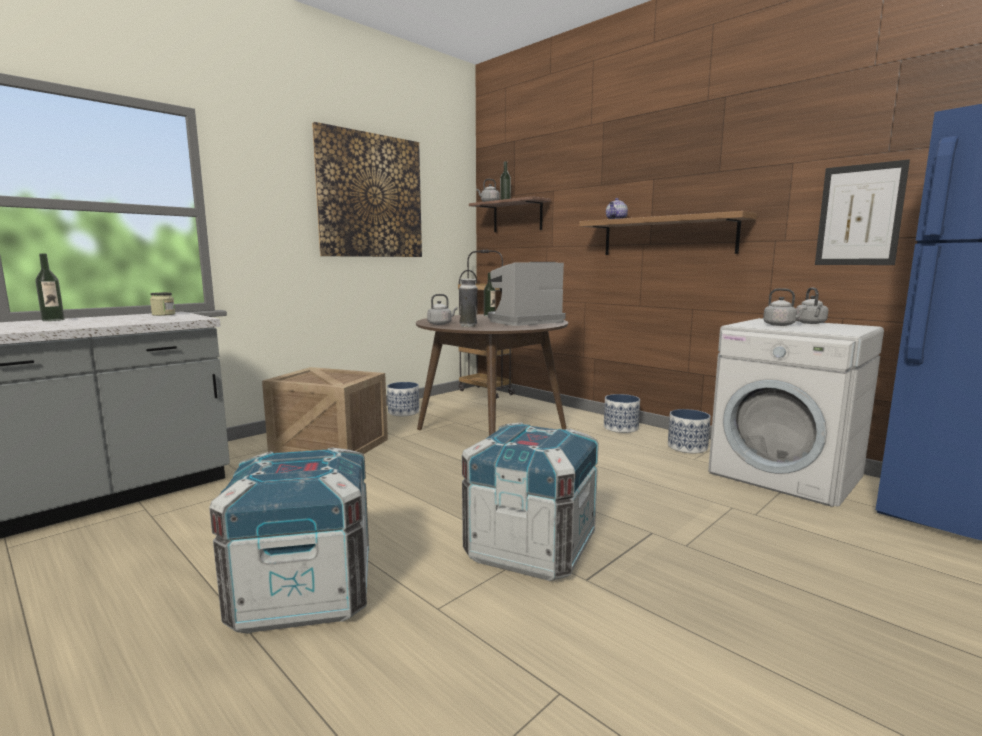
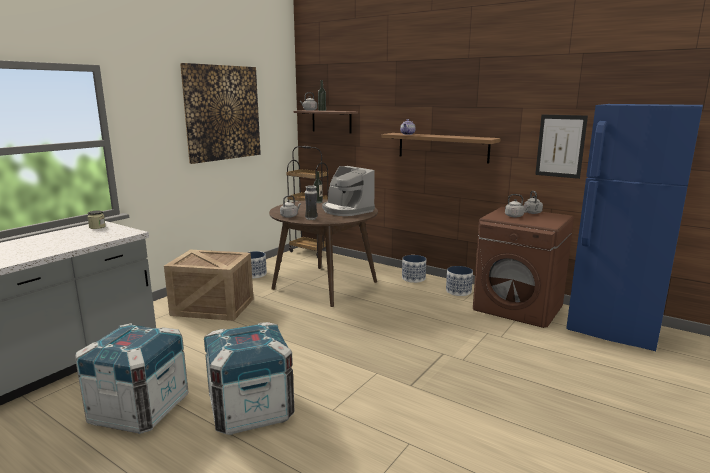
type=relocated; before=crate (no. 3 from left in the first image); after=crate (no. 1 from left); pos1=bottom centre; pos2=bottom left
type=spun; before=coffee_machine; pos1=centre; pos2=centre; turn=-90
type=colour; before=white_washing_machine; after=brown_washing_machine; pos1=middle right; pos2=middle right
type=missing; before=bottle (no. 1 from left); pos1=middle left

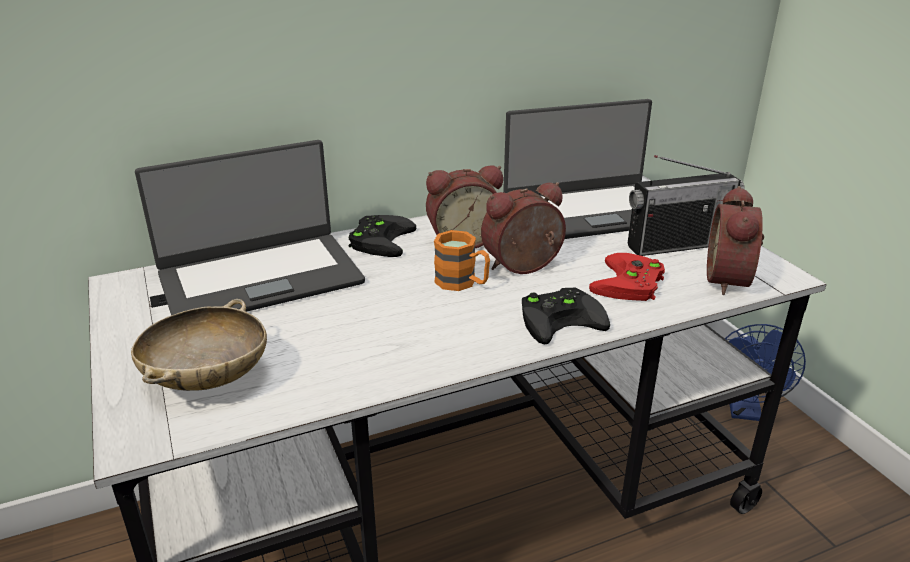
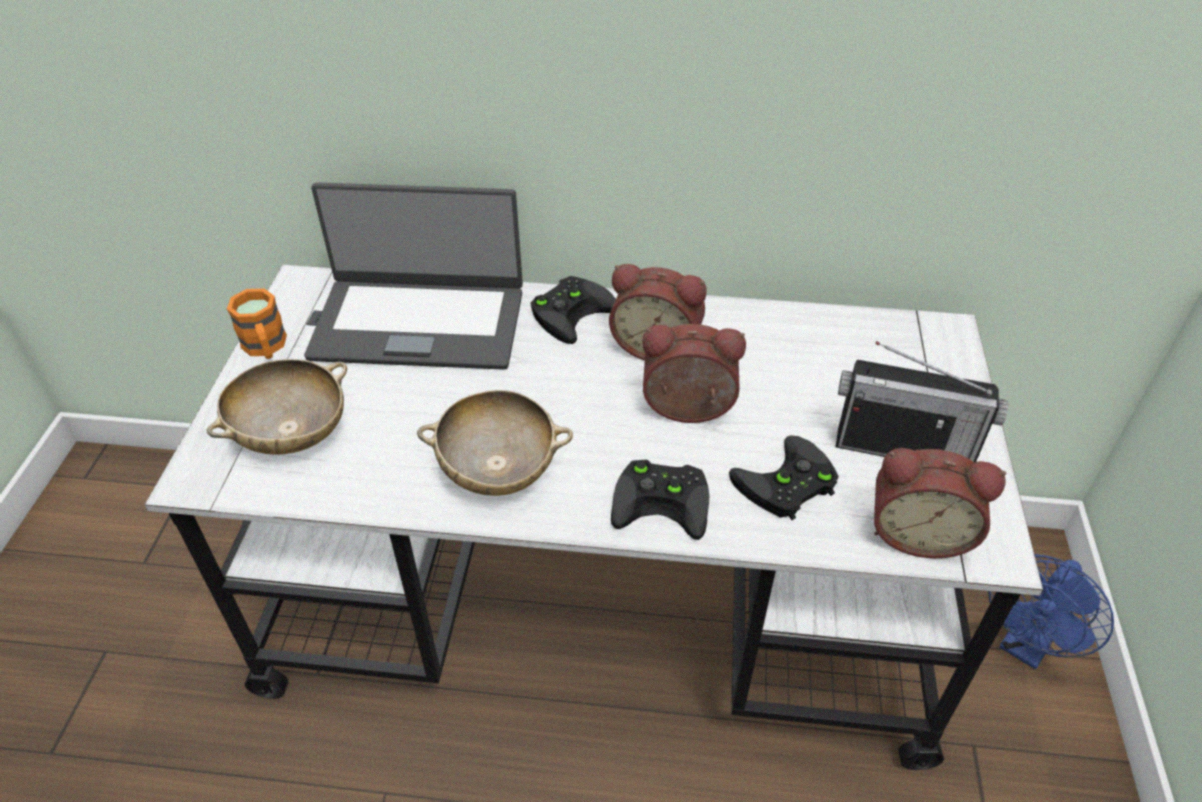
type=relocated; before=orange_mug; pos1=centre; pos2=middle left
type=appeared; after=beige_bowl (no. 2 from left); pos2=centre
type=colour; before=red_game_controller; after=black_game_controller (no. 3 from left); pos1=middle right; pos2=centre
type=spun; before=alarm_clock (no. 3 from left); pos1=middle right; pos2=middle right; turn=-120
type=missing; before=laptop (no. 2 from left); pos1=top centre

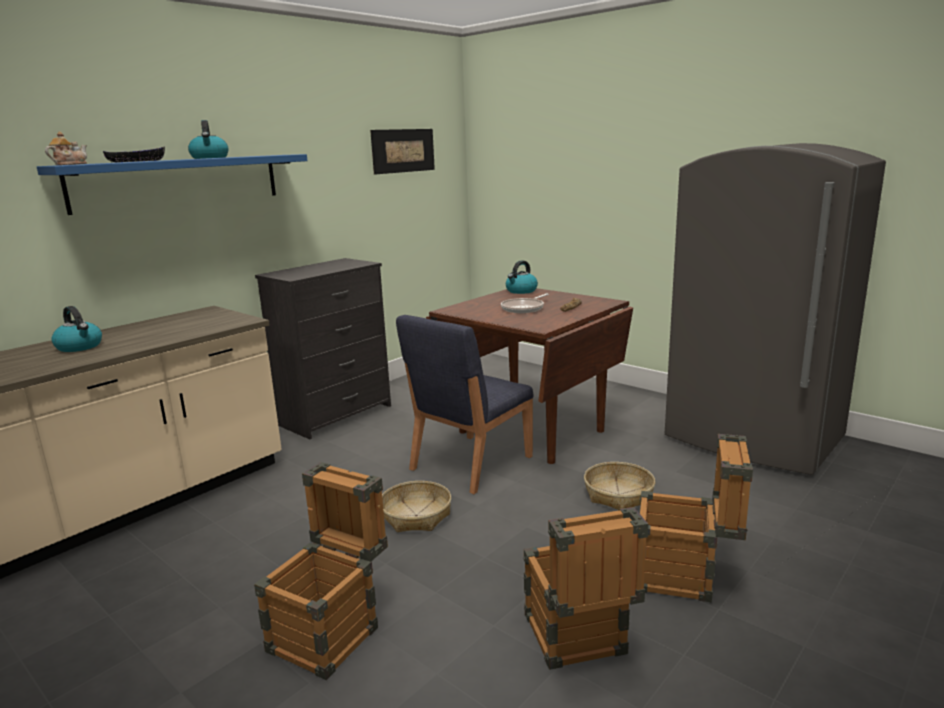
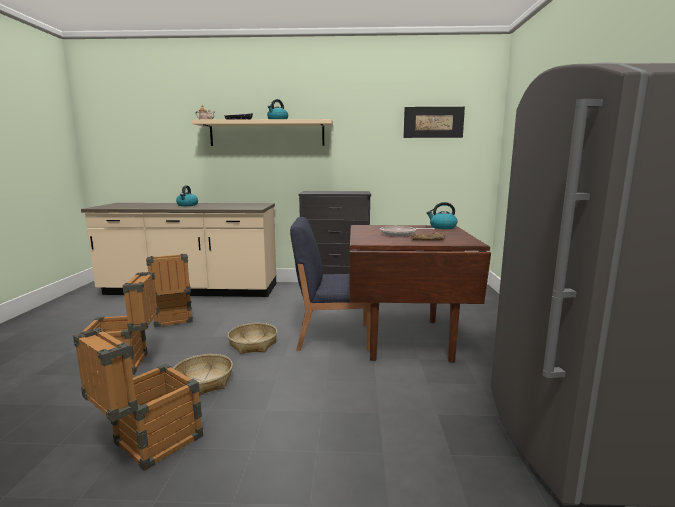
type=relocated; before=crate (no. 3 from left); pos1=bottom right; pos2=middle left
type=relocated; before=basket (no. 2 from left in the first image); after=basket (no. 1 from left); pos1=bottom centre; pos2=bottom left
type=colour; before=blue_shelf; after=beige_shelf; pos1=top left; pos2=top centre

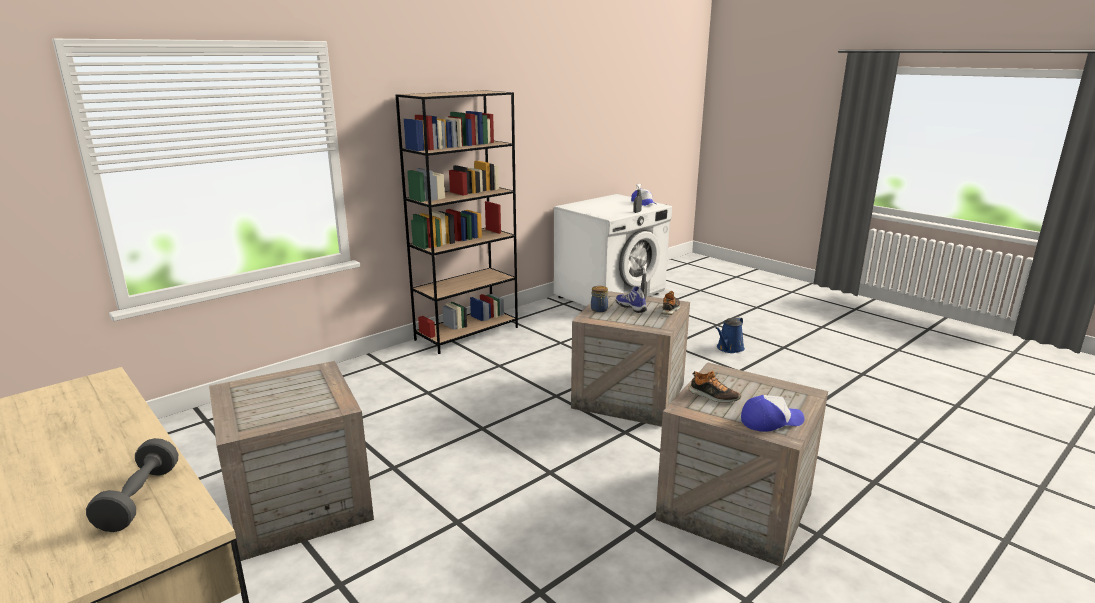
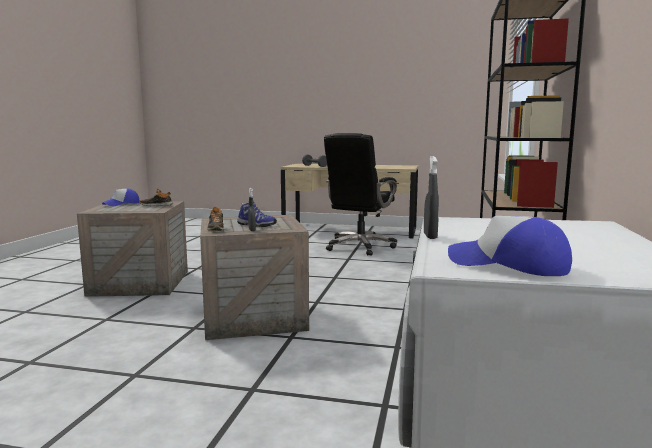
type=exchanged; before=crate (no. 1 from left); after=black_office_chair; pos1=bottom left; pos2=centre
type=missing; before=jar; pos1=centre
type=missing; before=blue_watering_can; pos1=middle right

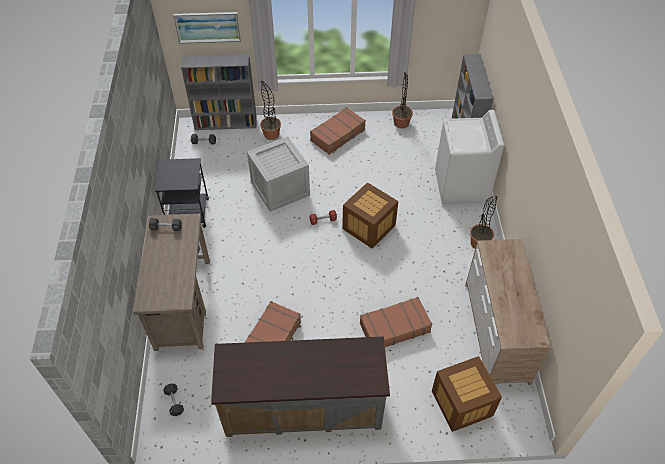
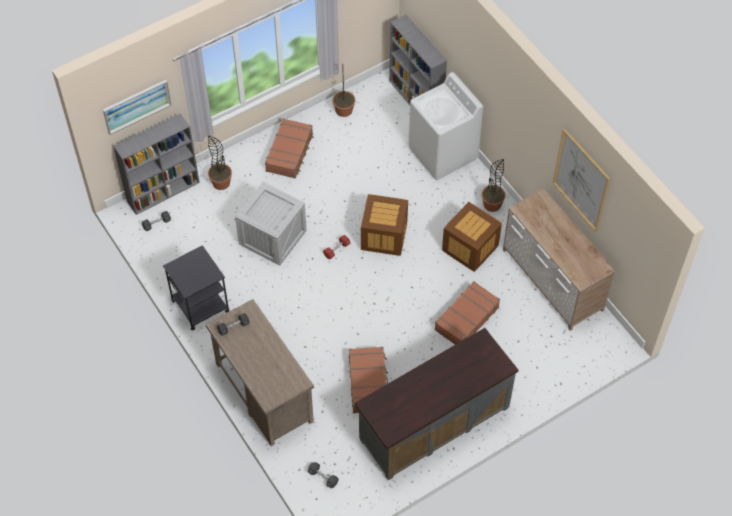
type=relocated; before=crate (no. 3 from left); pos1=bottom right; pos2=centre
type=appeared; after=picture (no. 2 from left); pos2=middle right

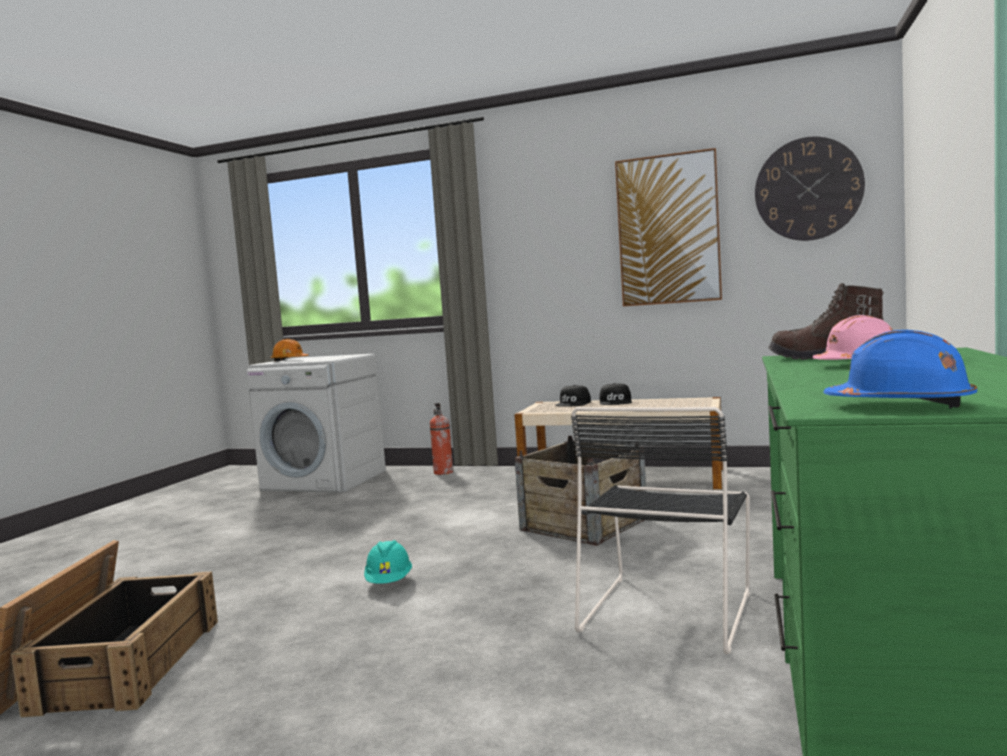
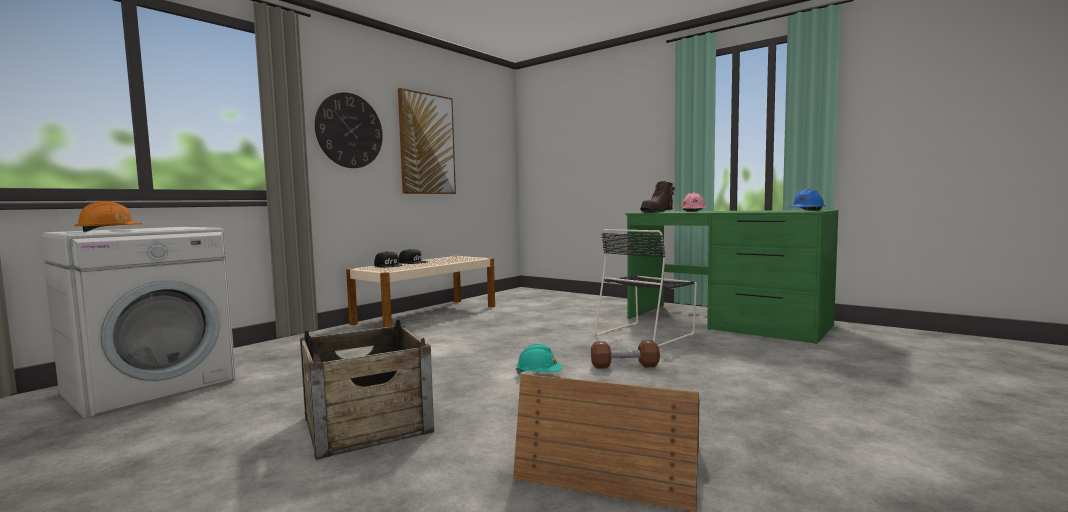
type=relocated; before=crate (no. 2 from left in the first image); after=crate (no. 1 from left); pos1=centre; pos2=bottom centre
type=relocated; before=wall_clock; pos1=top right; pos2=top left
type=appeared; after=brown_dumbbell; pos2=bottom centre
type=spun; before=black_chair; pos1=bottom centre; pos2=centre; turn=90
type=missing; before=fire_extinguisher; pos1=centre

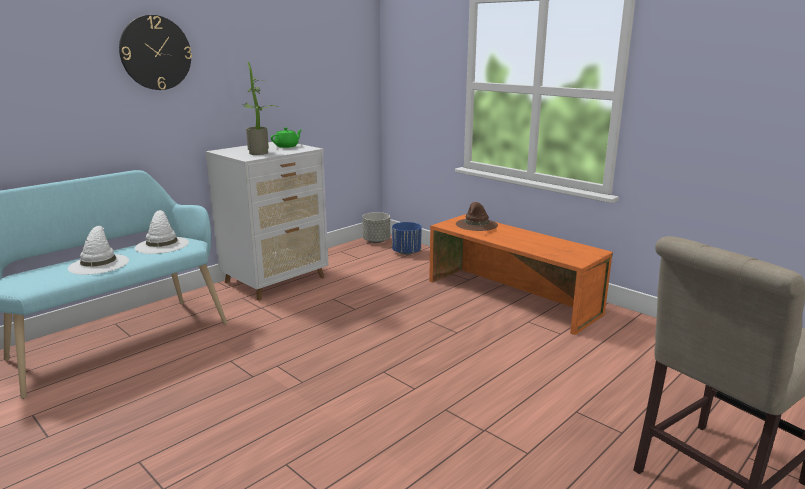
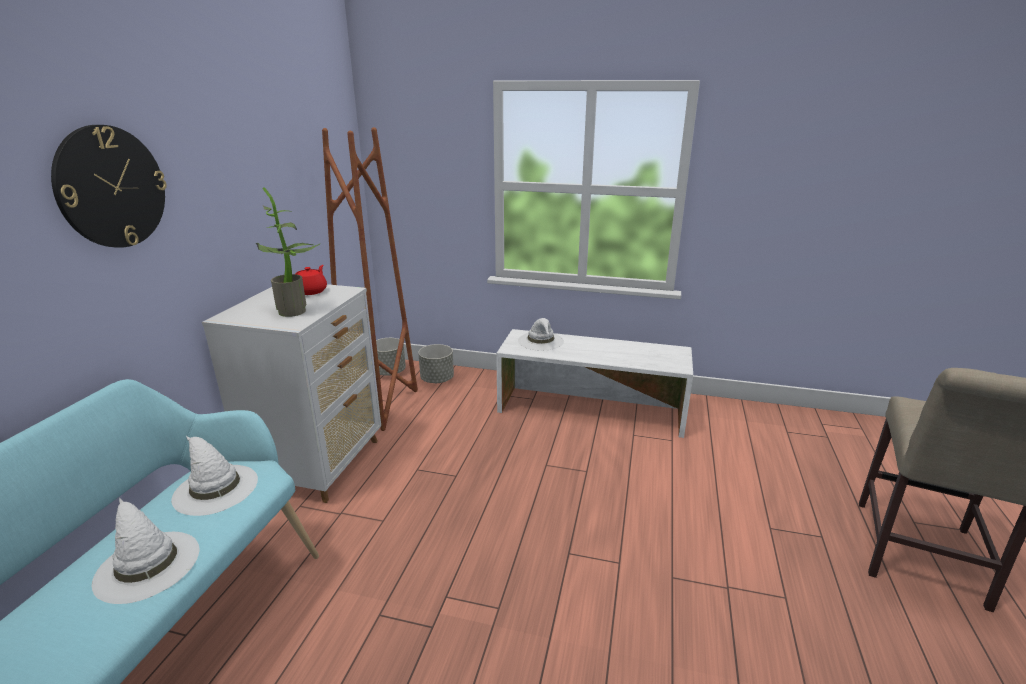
type=colour; before=green_teapot; after=red_teapot; pos1=top centre; pos2=middle left
type=appeared; after=brown_clothes_rack; pos2=centre
type=colour; before=blue_planter; after=grey_planter (no. 2 from left); pos1=centre; pos2=centre
type=colour; before=orange_bench; after=white_bench; pos1=centre; pos2=centre
type=colour; before=brown_hat; after=white_hat (no. 3 from left); pos1=centre; pos2=centre

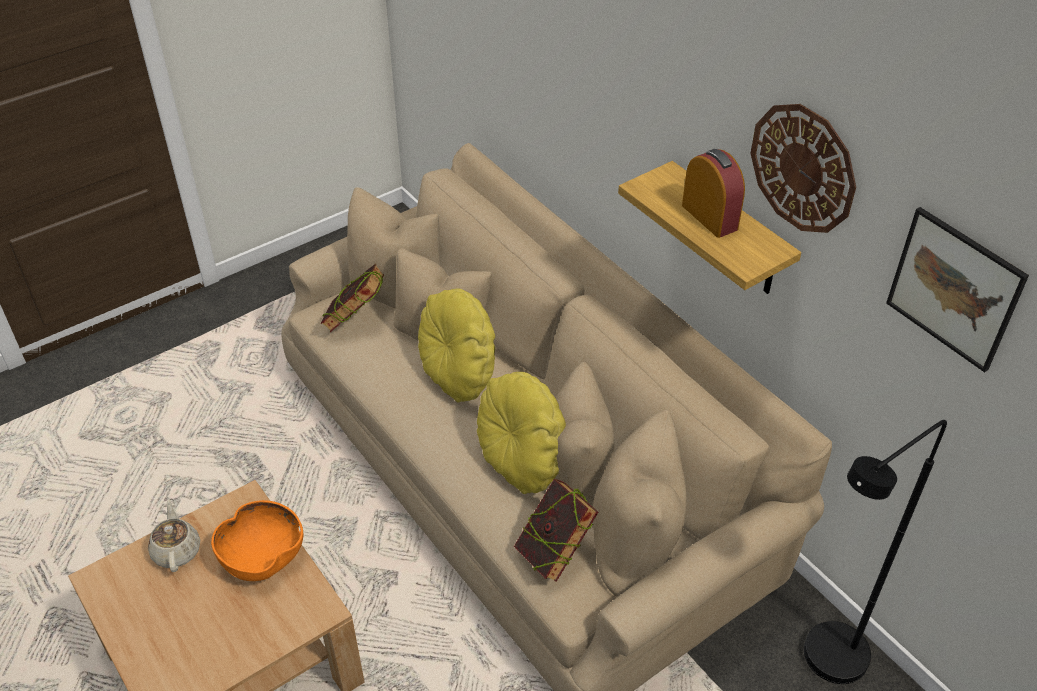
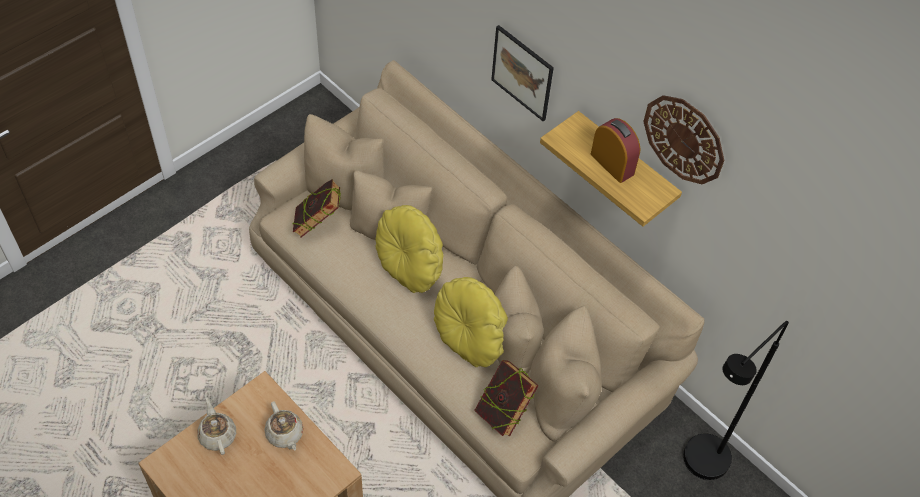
type=exchanged; before=orange_bowl; after=beige_teapot (no. 2 from left); pos1=bottom left; pos2=bottom left
type=relocated; before=picture; pos1=middle right; pos2=top centre

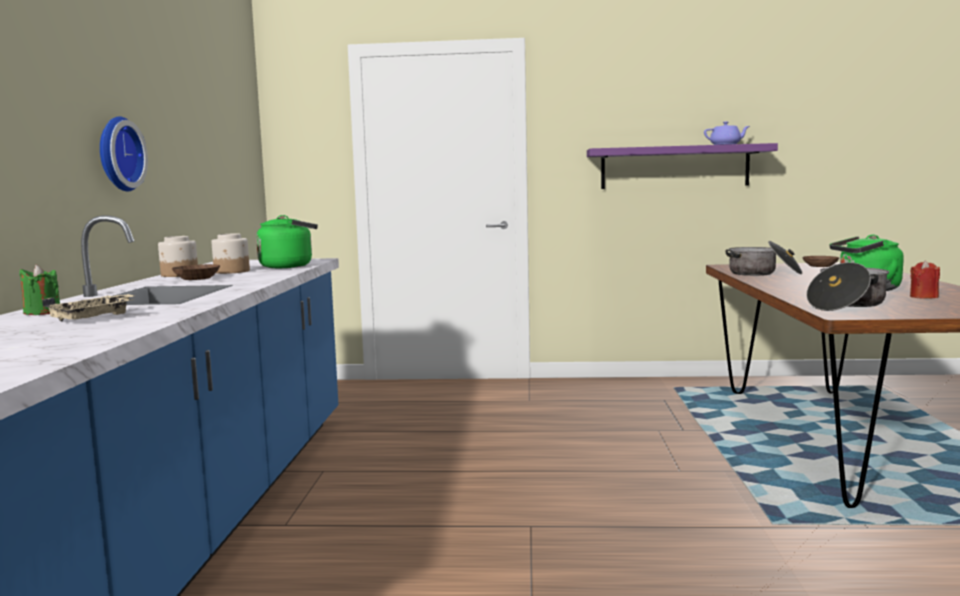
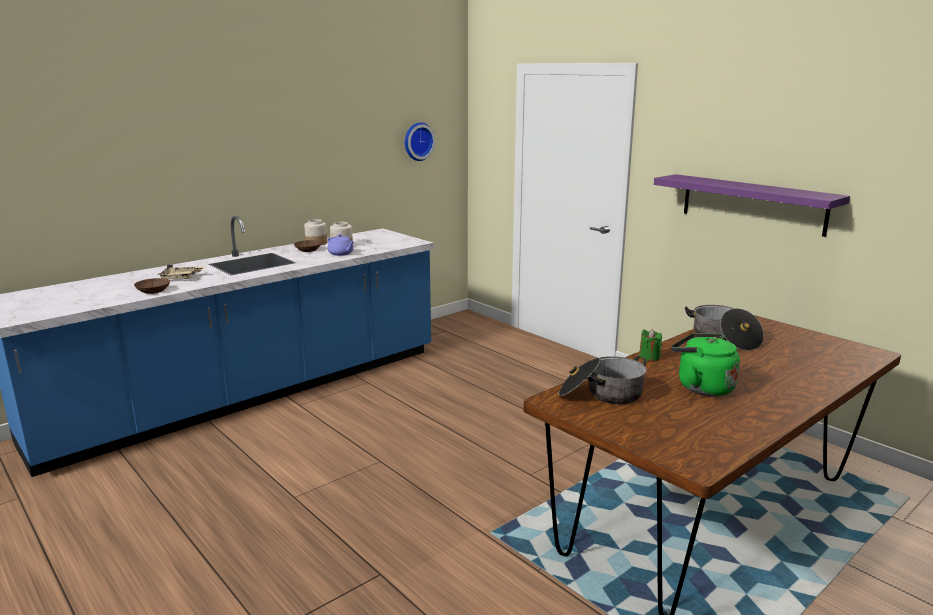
type=relocated; before=brown_bowl (no. 2 from left in the first image); after=brown_bowl (no. 1 from left); pos1=middle right; pos2=middle left
type=relocated; before=purple_teapot; pos1=top right; pos2=centre
type=relocated; before=wall_clock; pos1=top left; pos2=top centre
type=relocated; before=green_candle; pos1=middle left; pos2=middle right
type=missing; before=green_kettle (no. 1 from left); pos1=middle left
type=missing; before=red_candle; pos1=middle right

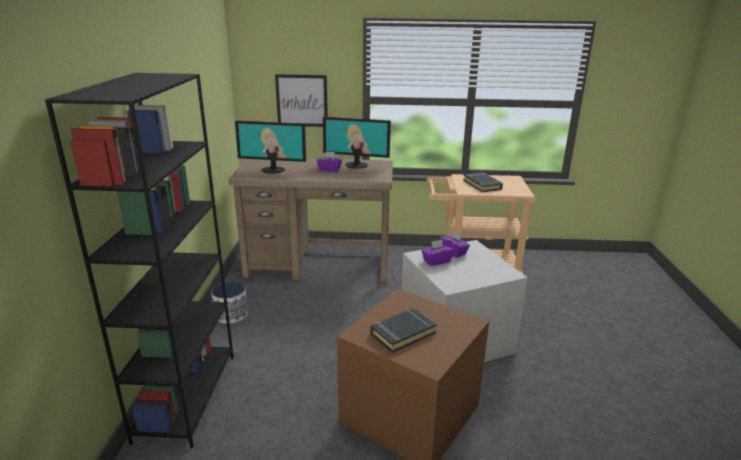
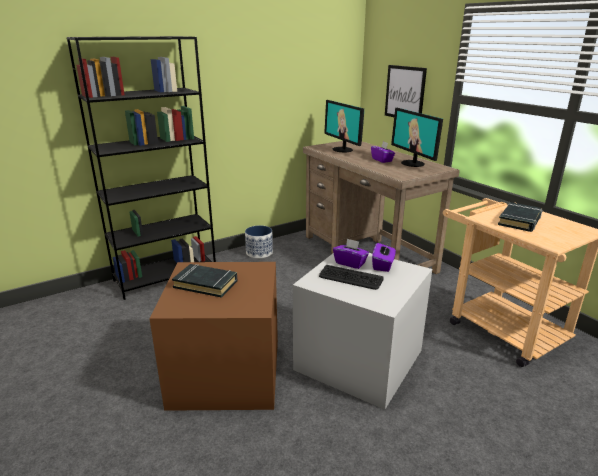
type=appeared; after=keyboard; pos2=centre

